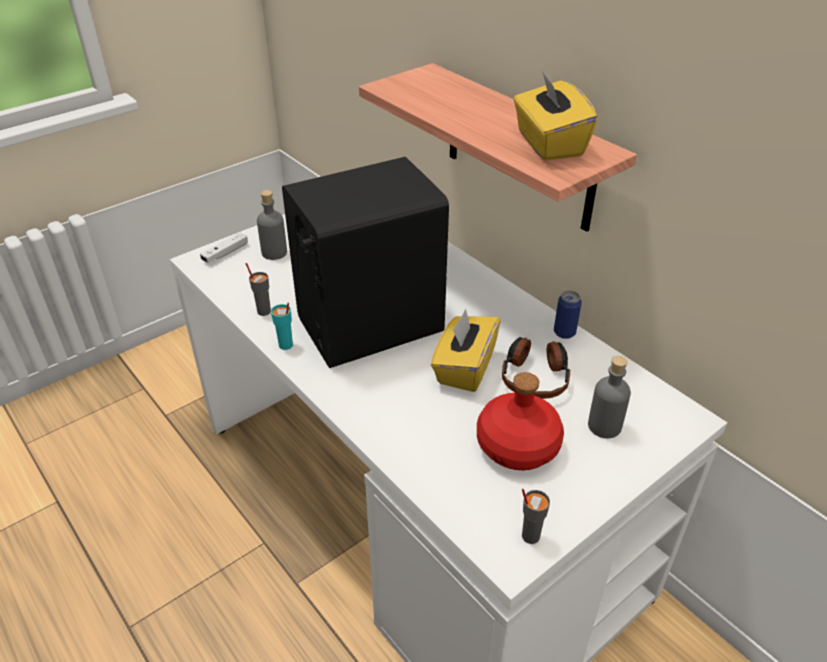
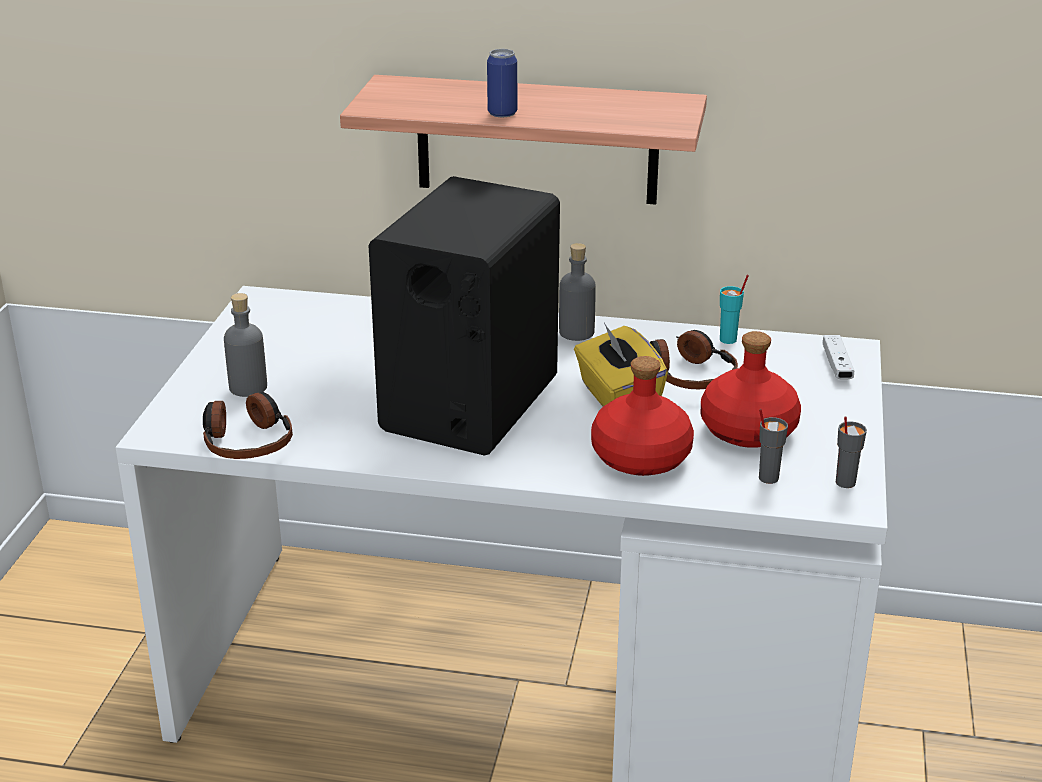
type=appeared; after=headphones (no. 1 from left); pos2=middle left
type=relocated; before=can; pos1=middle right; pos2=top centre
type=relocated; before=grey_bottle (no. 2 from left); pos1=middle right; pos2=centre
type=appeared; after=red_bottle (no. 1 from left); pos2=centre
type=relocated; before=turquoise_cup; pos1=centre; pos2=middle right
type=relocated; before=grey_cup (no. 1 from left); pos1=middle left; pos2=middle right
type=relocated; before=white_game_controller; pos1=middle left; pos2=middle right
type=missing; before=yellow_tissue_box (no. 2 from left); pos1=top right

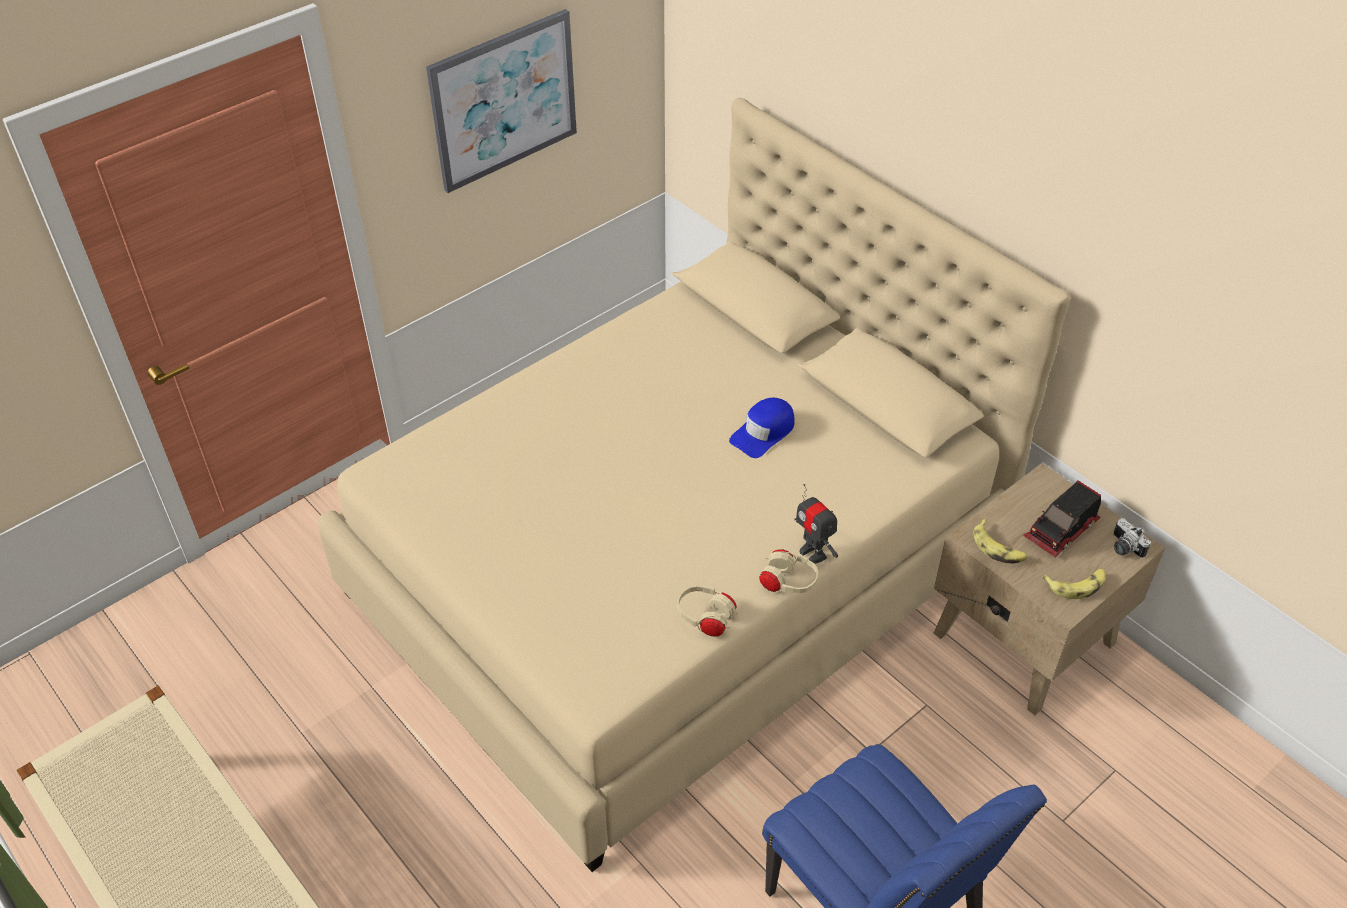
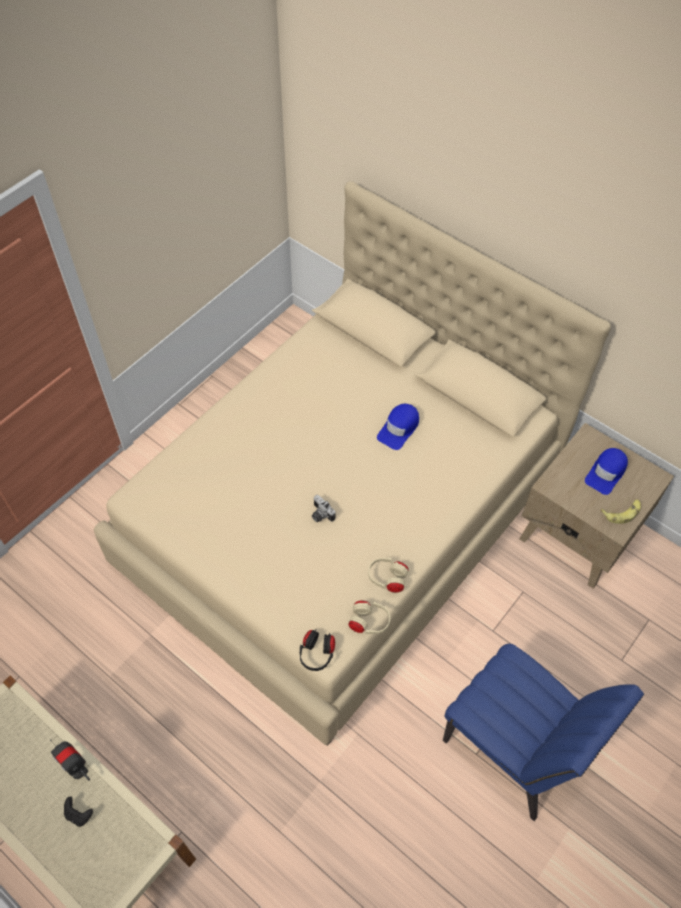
type=relocated; before=toy_robot; pos1=centre; pos2=bottom left
type=appeared; after=black_game_controller; pos2=bottom left
type=appeared; after=black_headphones; pos2=bottom centre
type=relocated; before=photo_camera; pos1=middle right; pos2=centre
type=relocated; before=beige_headphones (no. 2 from left in the first image); after=beige_headphones (no. 1 from left); pos1=centre; pos2=bottom centre
type=exchanged; before=toy_truck; after=blue_cap (no. 2 from left); pos1=middle right; pos2=middle right
type=missing; before=picture; pos1=top centre
type=missing; before=banana (no. 1 from left); pos1=middle right

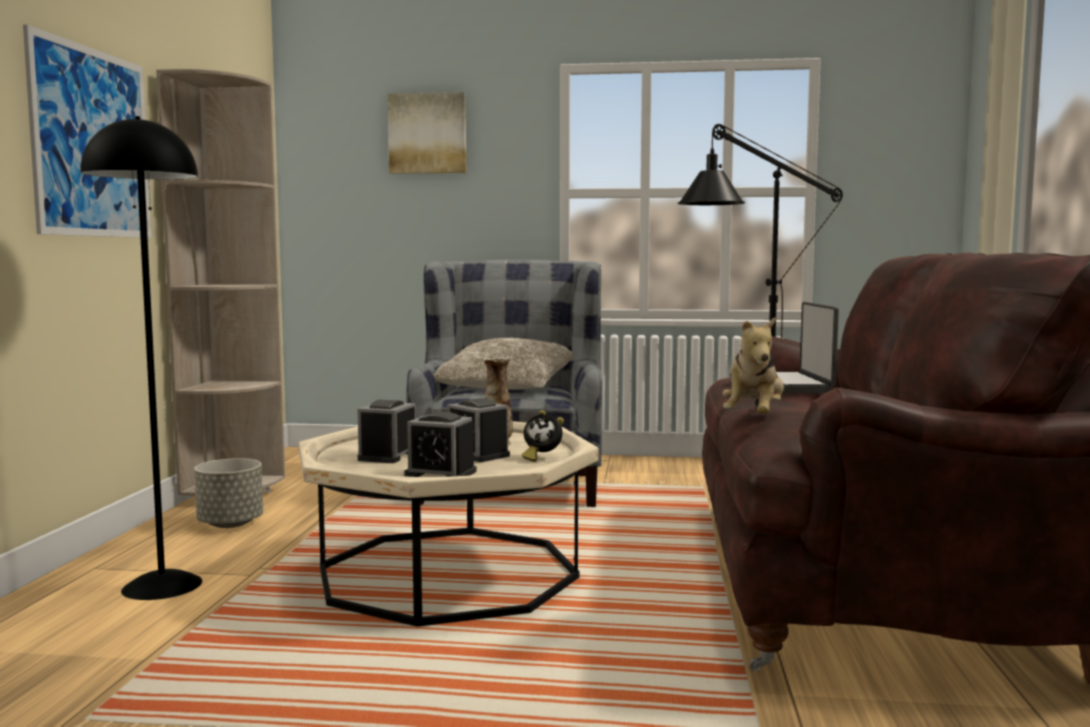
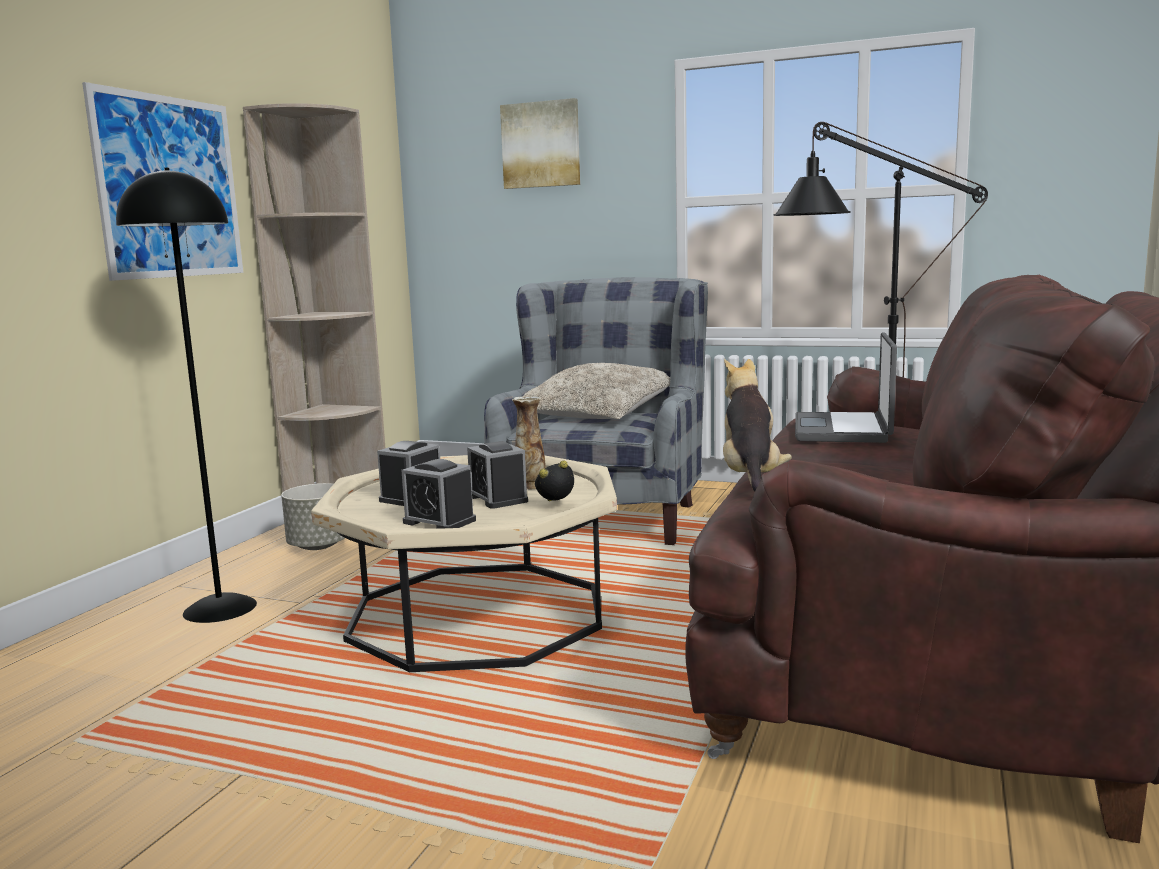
type=spun; before=alarm_clock (no. 4 from left); pos1=centre; pos2=centre; turn=120
type=spun; before=plush_toy; pos1=middle right; pos2=centre; turn=150

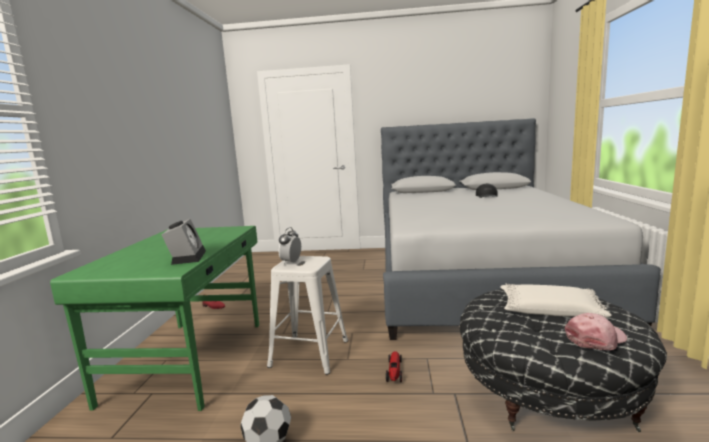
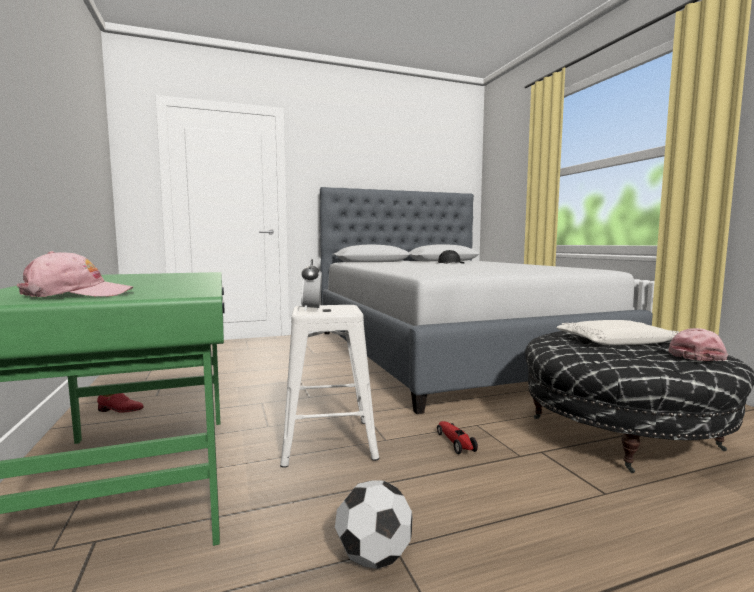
type=appeared; after=pink_cap (no. 1 from left); pos2=middle left
type=missing; before=alarm_clock (no. 1 from left); pos1=middle left

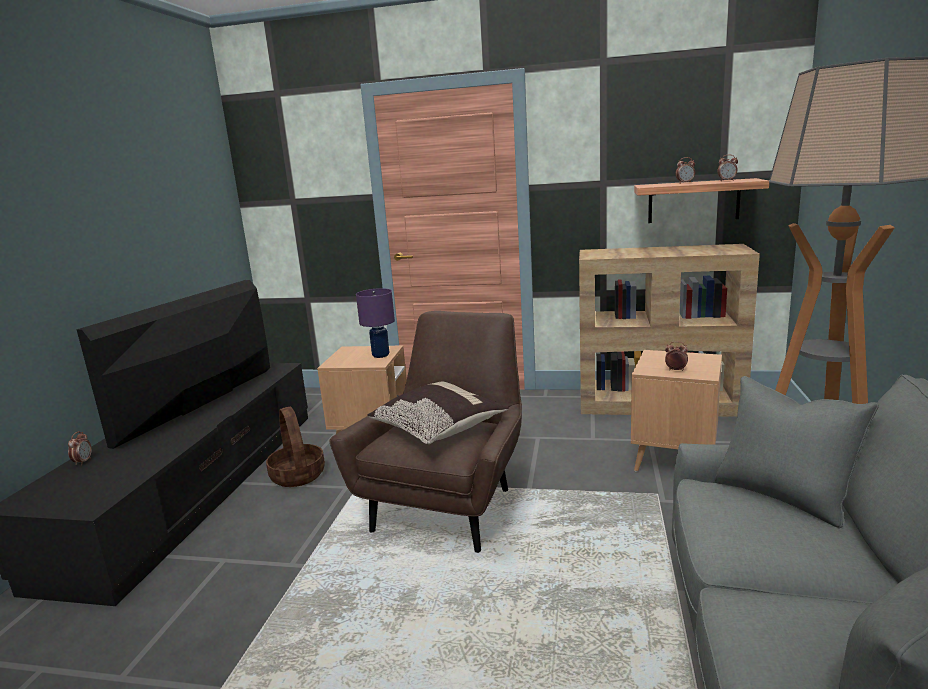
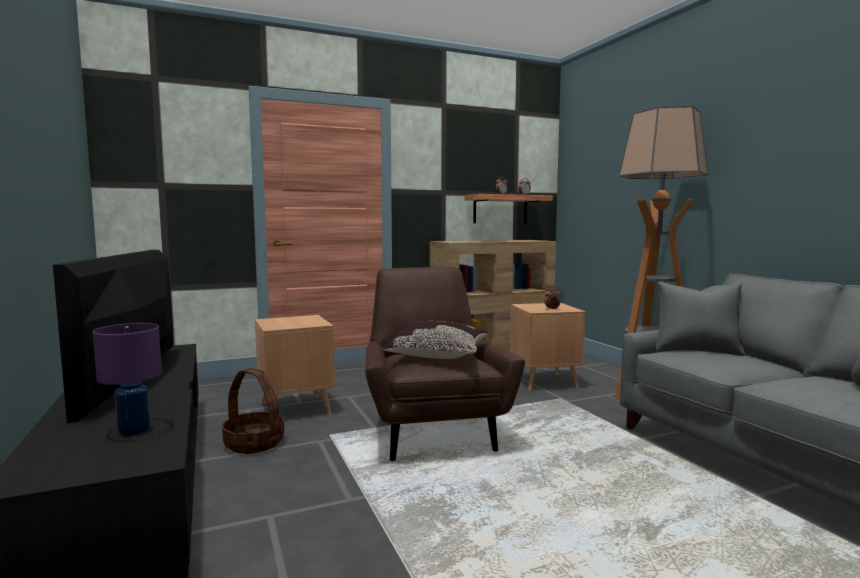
type=relocated; before=purple_table_lamp; pos1=centre; pos2=middle left
type=missing; before=alarm_clock (no. 1 from left); pos1=middle left

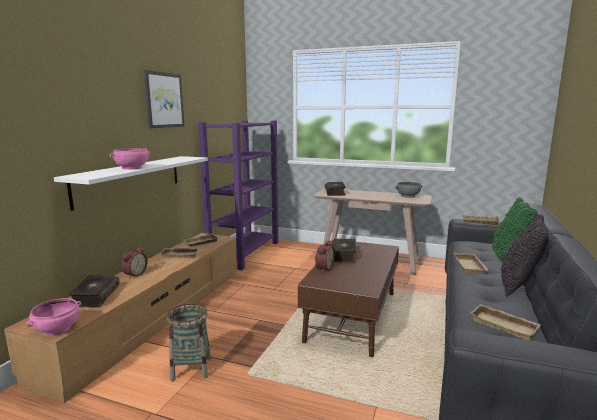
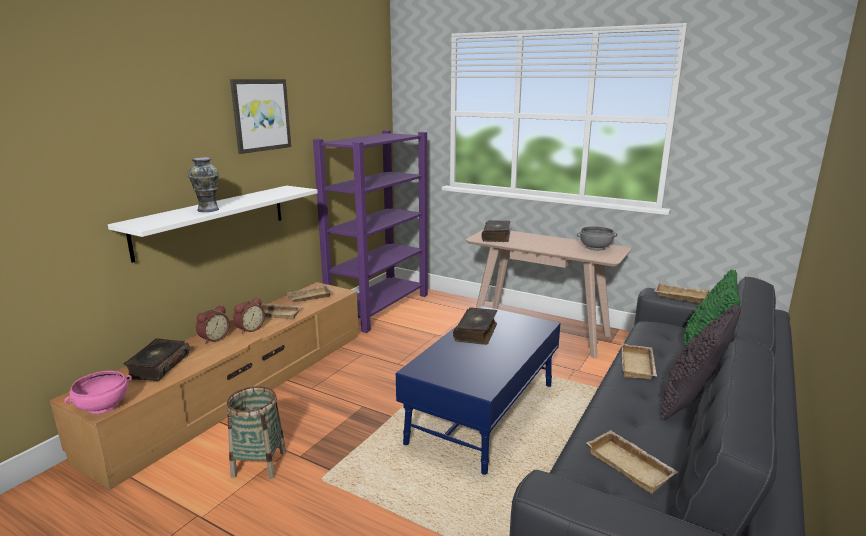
type=exchanged; before=pink_bowl (no. 2 from left); after=vase; pos1=middle left; pos2=middle left
type=relocated; before=alarm_clock (no. 2 from left); pos1=centre; pos2=middle left
type=colour; before=brown_coffee_table; after=blue_coffee_table; pos1=bottom centre; pos2=bottom centre

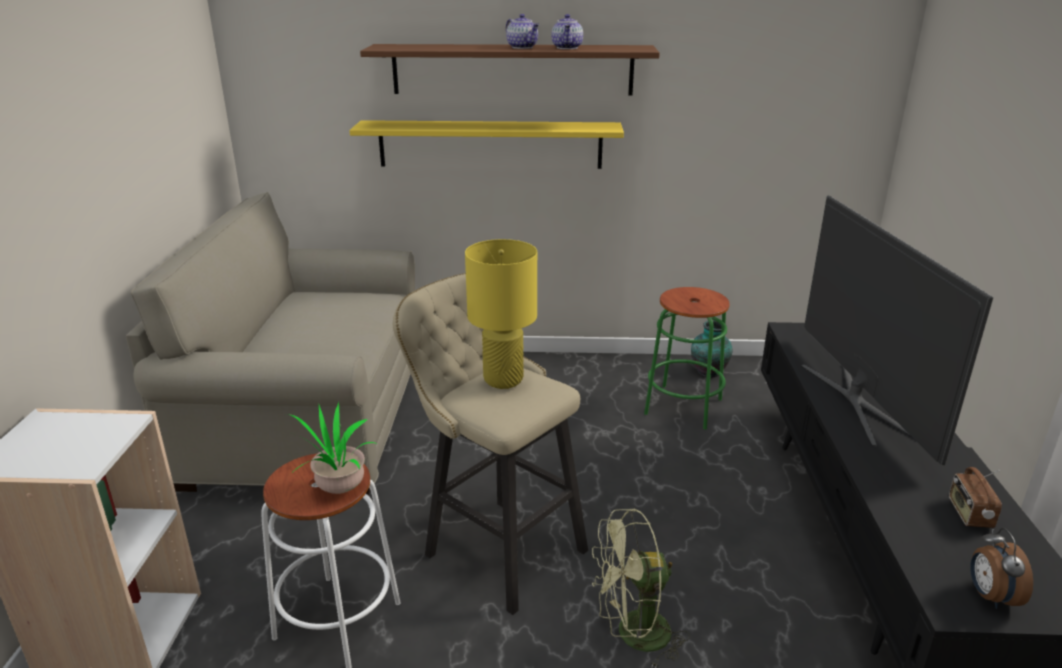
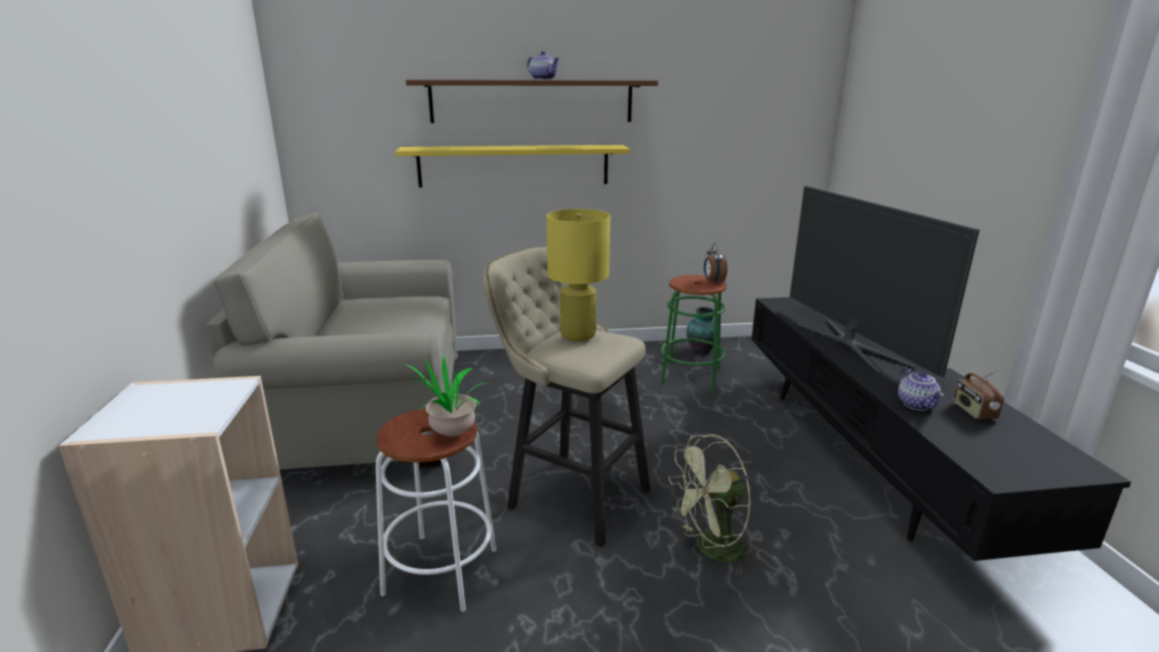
type=relocated; before=alarm_clock; pos1=bottom right; pos2=centre
type=relocated; before=teapot (no. 2 from left); pos1=top centre; pos2=middle right

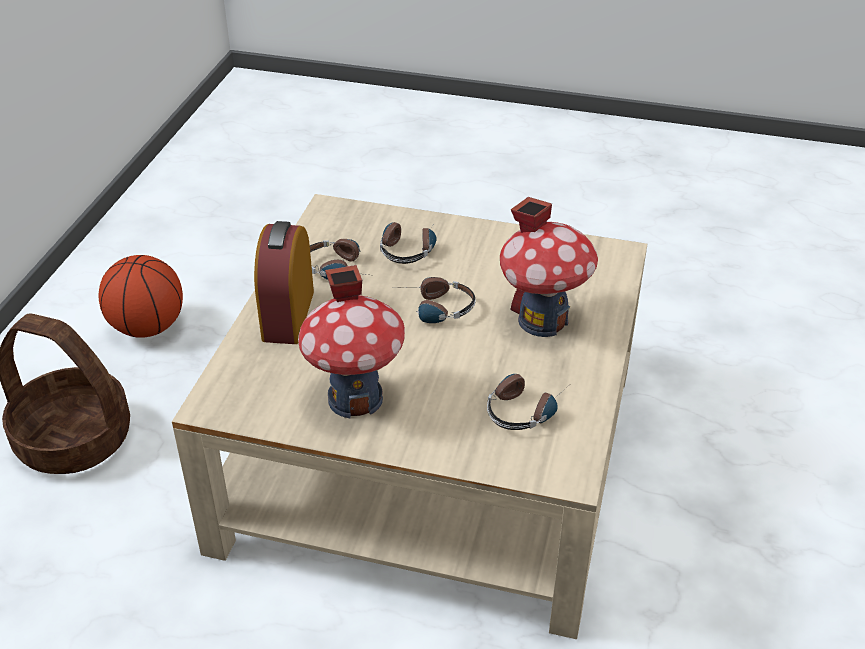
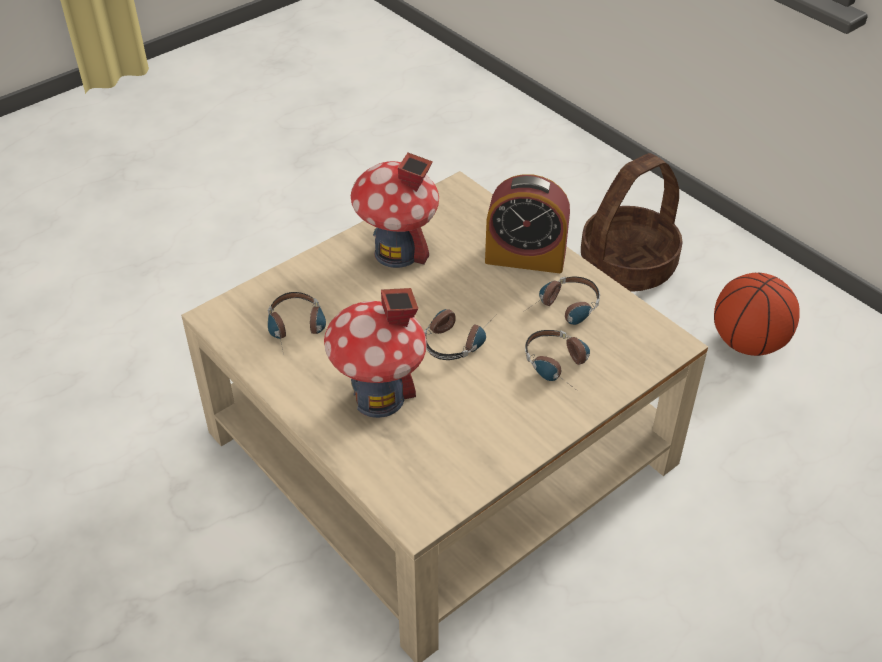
type=spun; before=alarm_clock; pos1=middle left; pos2=centre; turn=150

